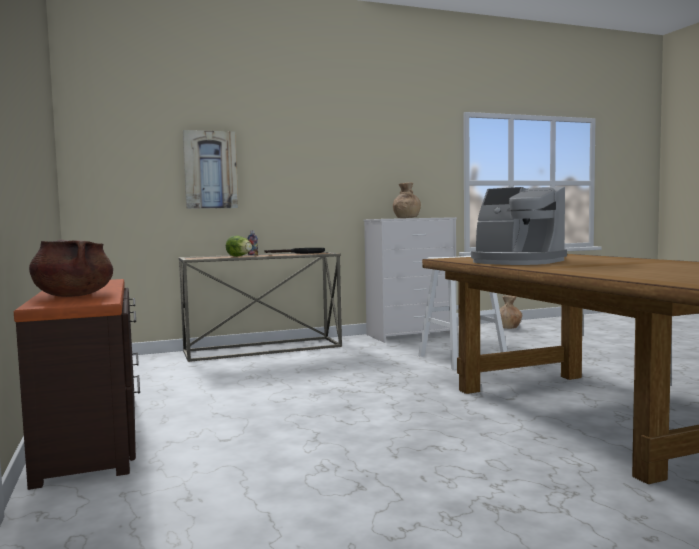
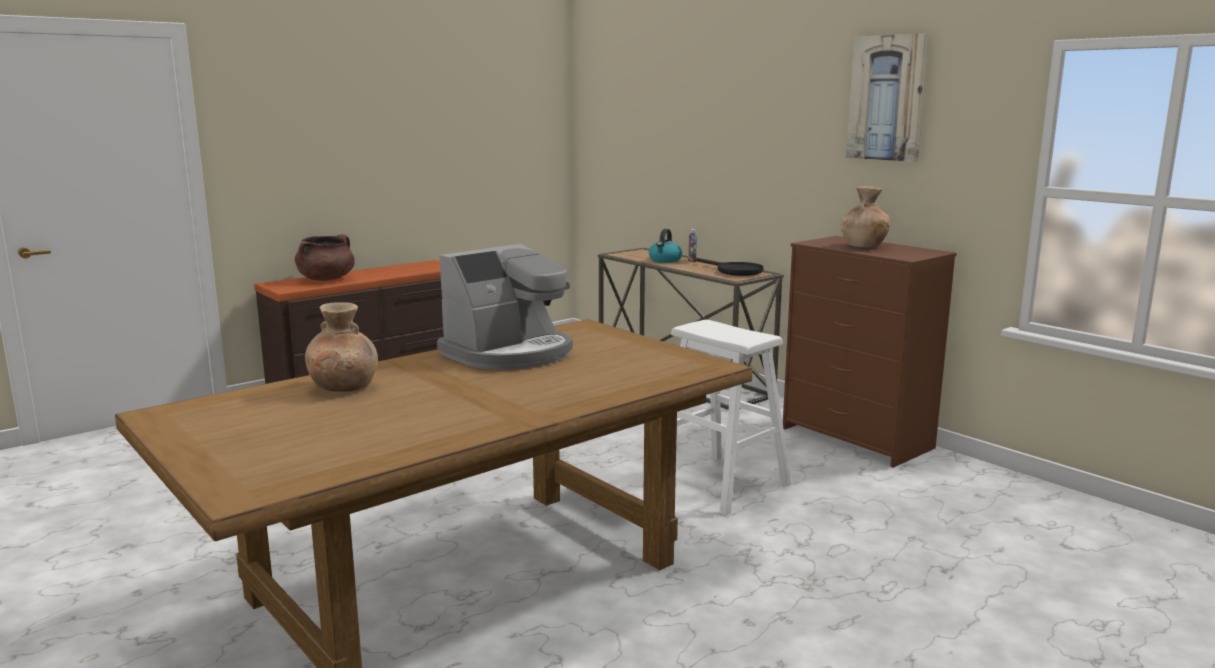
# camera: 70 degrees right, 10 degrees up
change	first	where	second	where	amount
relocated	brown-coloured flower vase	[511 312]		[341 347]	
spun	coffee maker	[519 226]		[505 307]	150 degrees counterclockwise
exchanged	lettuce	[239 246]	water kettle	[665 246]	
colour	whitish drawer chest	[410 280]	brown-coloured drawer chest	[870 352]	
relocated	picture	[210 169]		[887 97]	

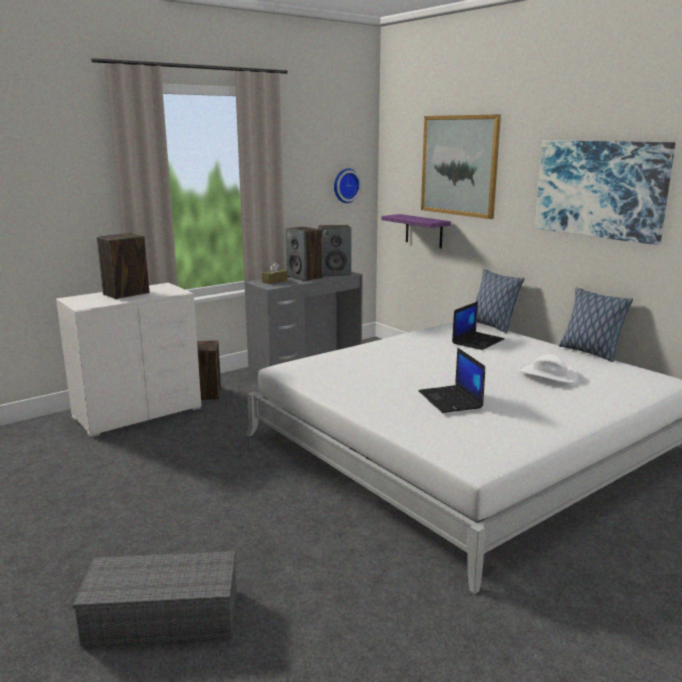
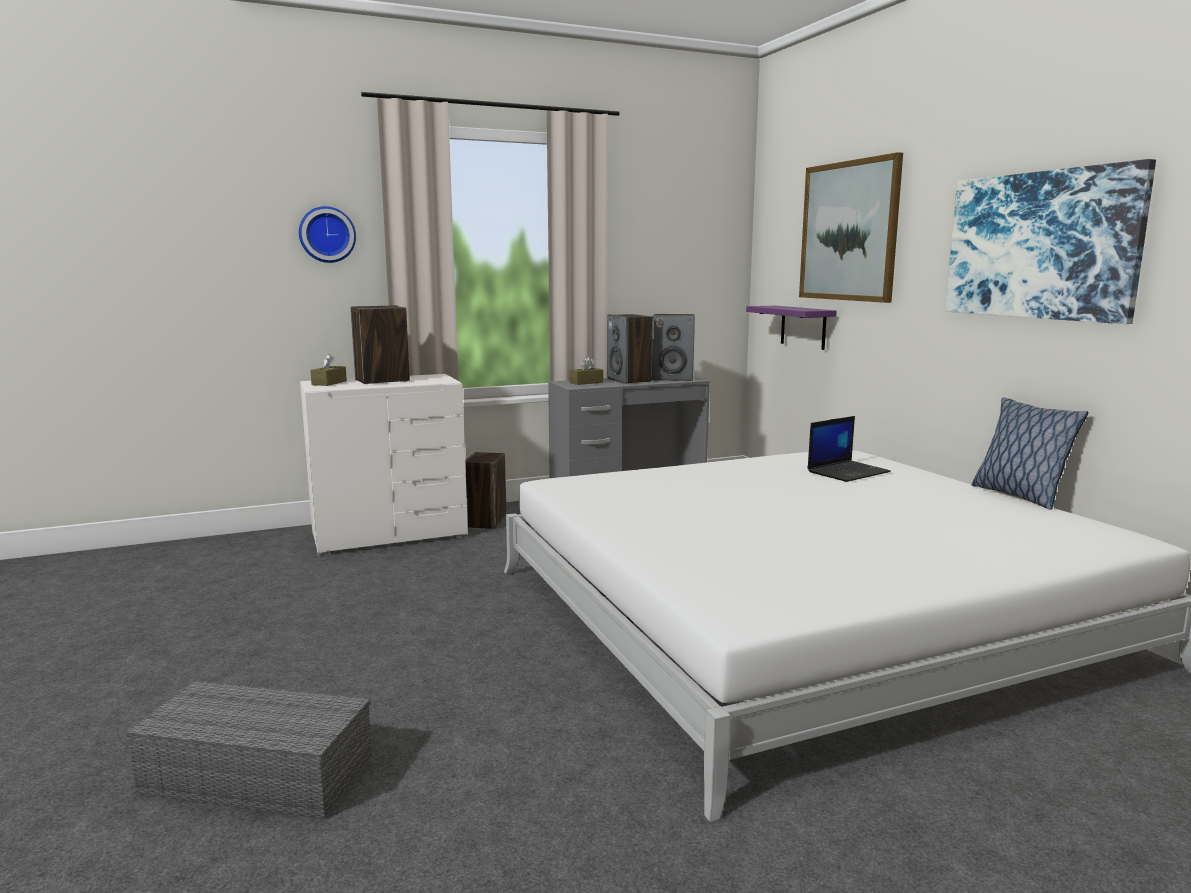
# camera: 15 degrees right, 5 degrees down
change	first	where	second	where	amount
relocated	wall clock	[348 185]		[327 234]	
appeared			brown-coloured box of tissues	[328 370]	
missing	laptop	[451 380]			
missing	throw pillow	[499 301]			
missing	whitish wearable hat	[549 368]			

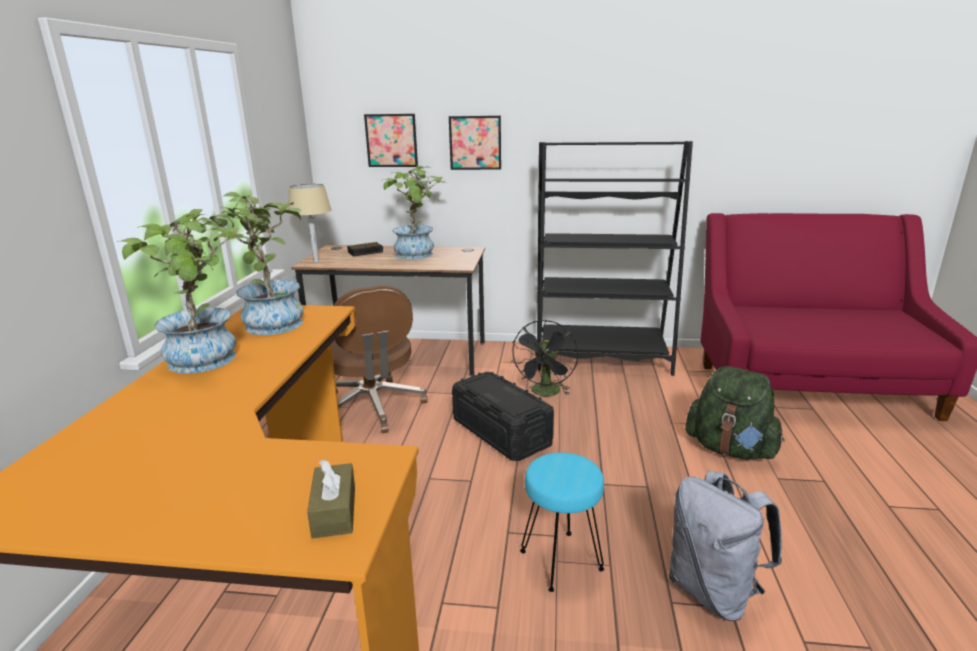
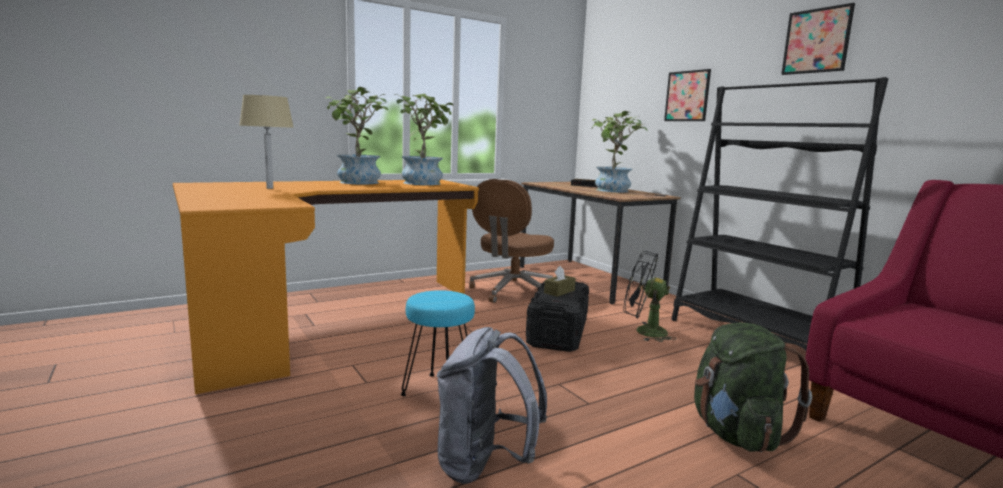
# camera: 50 degrees right, 10 degrees down
change	first	where	second	where	amount
relocated	sand-coloured tabletop lamp	[310 223]		[266 142]	
relocated	brown-coloured box of tissues	[331 498]		[560 281]	
spun	blackish electric fan	[544 358]		[650 296]	45 degrees clockwise
relocated	picture	[391 140]		[818 39]	

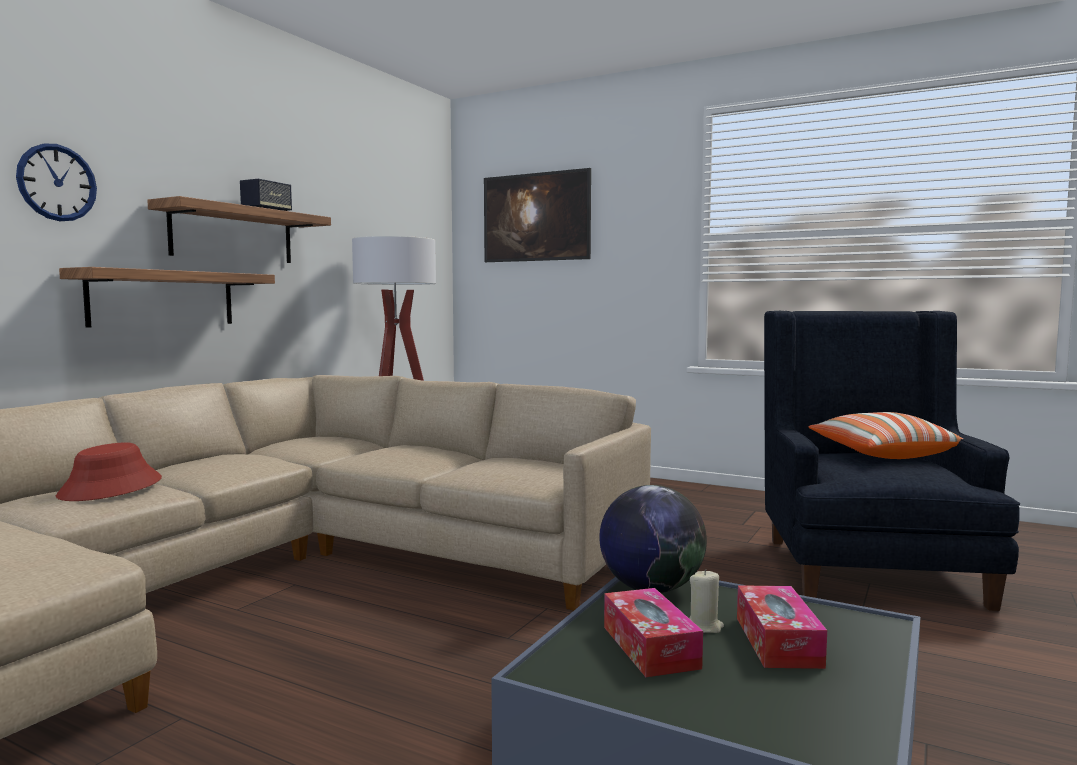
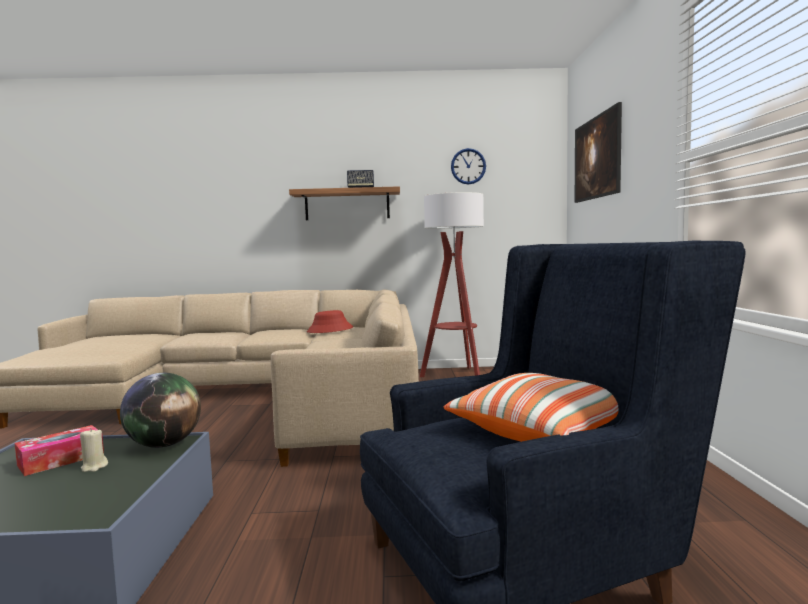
# camera: 60 degrees right, 0 degrees up
change	first	where	second	where	amount
relocated	reddish wearable hat	[109 471]		[330 321]	
relocated	wall clock	[56 182]		[468 166]	
missing	bracket shelf	[167 297]			
missing	box of tissues	[782 627]			

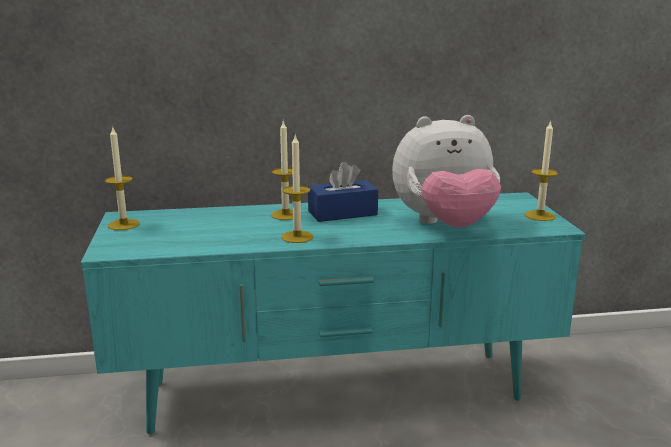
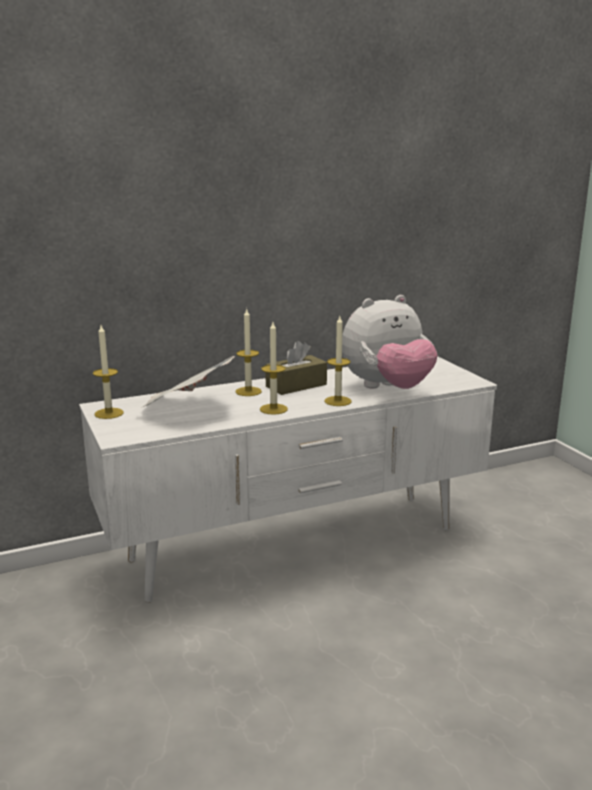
# camera: 15 degrees left, 0 degrees up
change	first	where	second	where	amount
colour	turquoise-coloured tv unit	[333 313]	whitish tv unit	[288 479]	
appeared			printed paper	[188 381]	
colour	blue box of tissues	[343 192]	brown-coloured box of tissues	[296 368]	
relocated	wax candle	[541 170]		[338 361]	

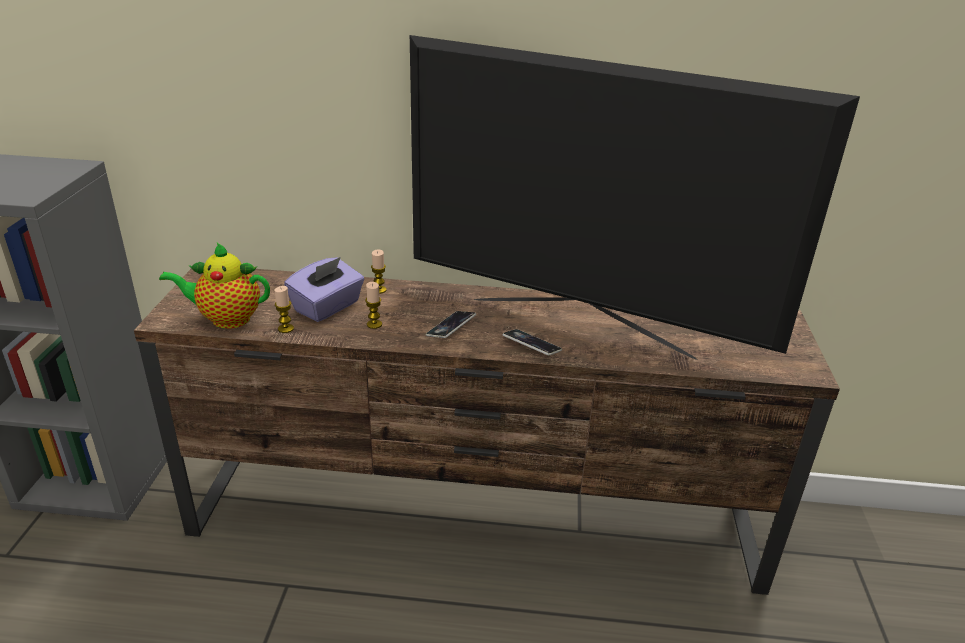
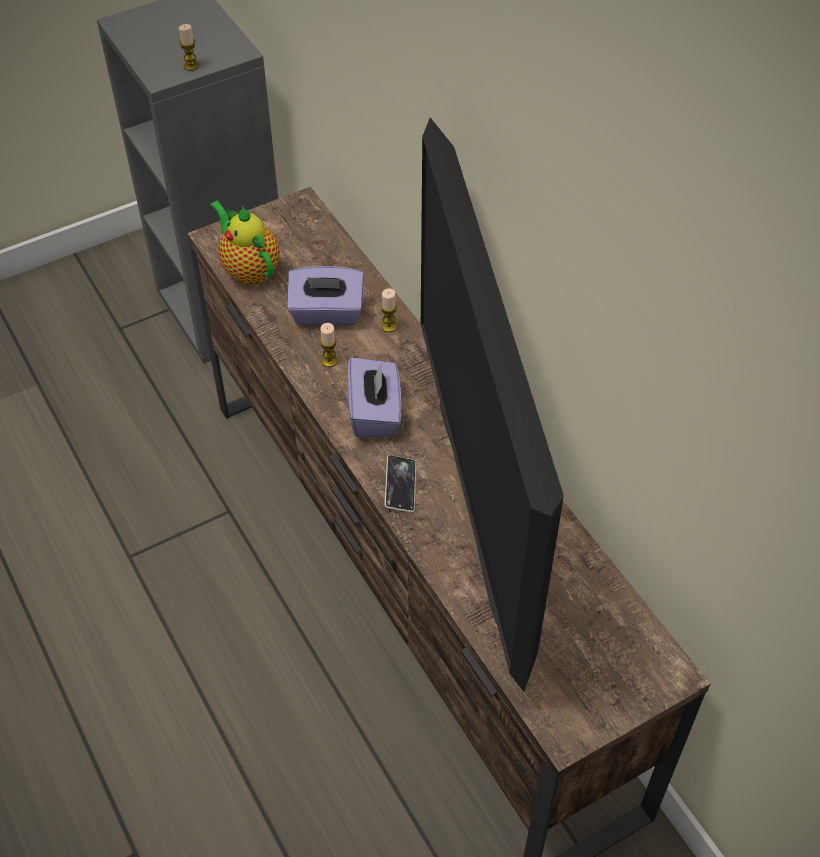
# camera: 55 degrees right, 20 degrees up
change	first	where	second	where	amount
relocated	wax candle	[284 309]		[189 47]	
exchanged	phone	[451 324]	purple-coloured box of tissues	[374 398]	

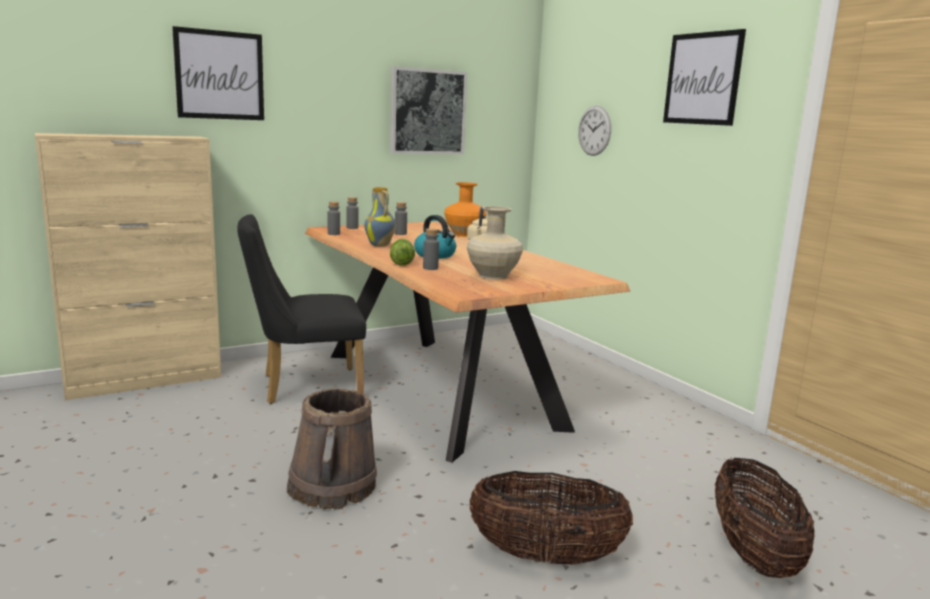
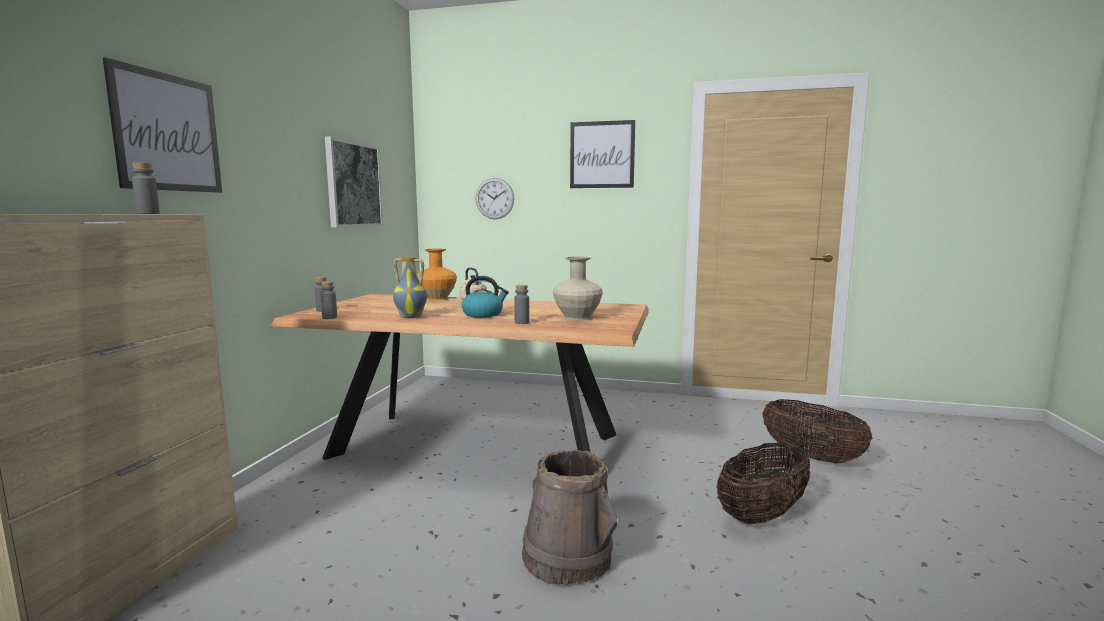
# camera: 45 degrees left, 5 degrees down
change	first	where	second	where	amount
relocated	grey beverage bottle	[401 218]		[146 188]	
missing	blackish plain chair	[301 309]			
missing	lettuce	[402 252]			

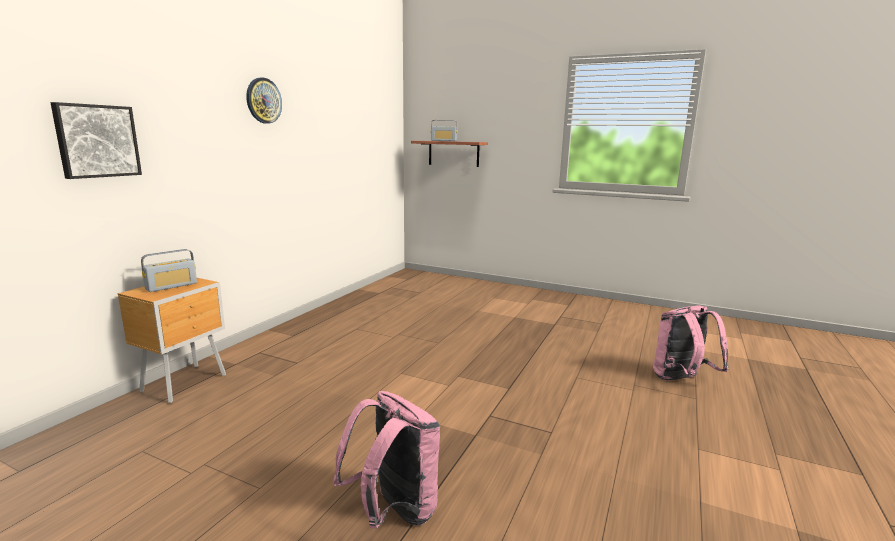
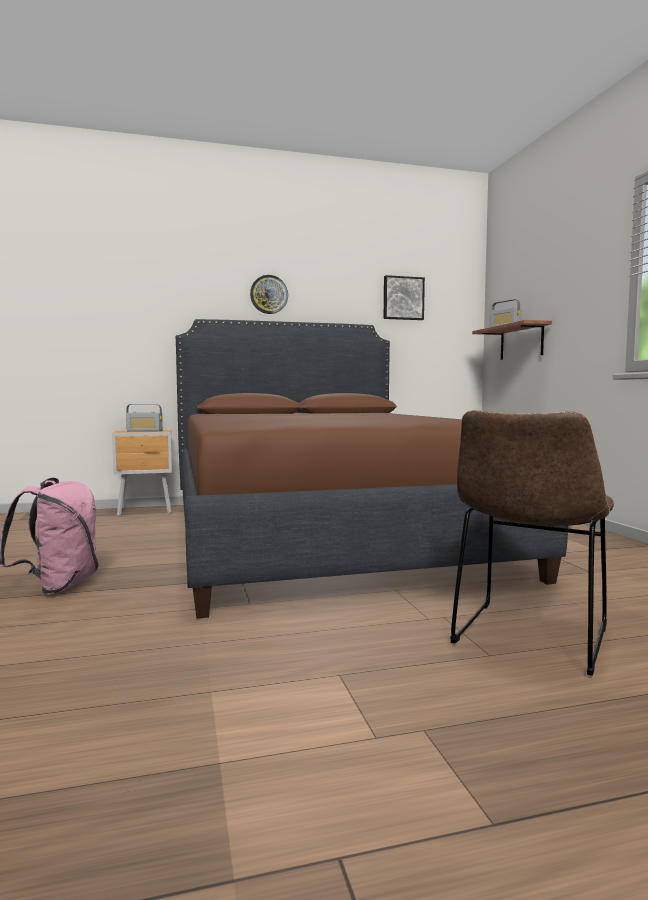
# camera: 50 degrees right, 10 degrees down
change	first	where	second	where	amount
appeared			brown-coloured sleeping bed	[372 469]	
relocated	picture	[96 140]		[404 297]	
exchanged	pink knapsack	[691 342]	brown-coloured plain chair	[532 543]	

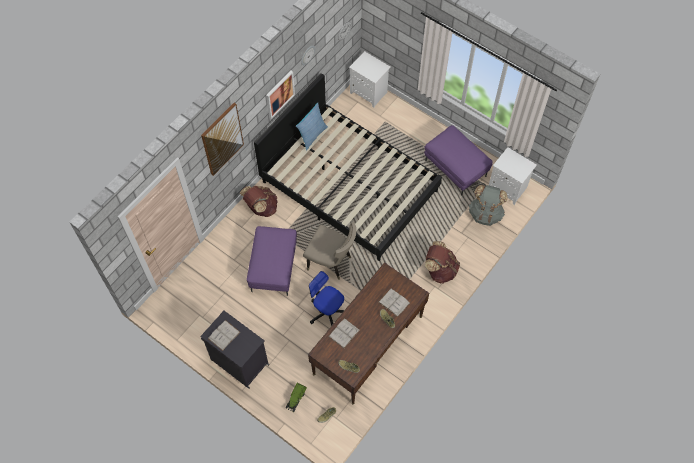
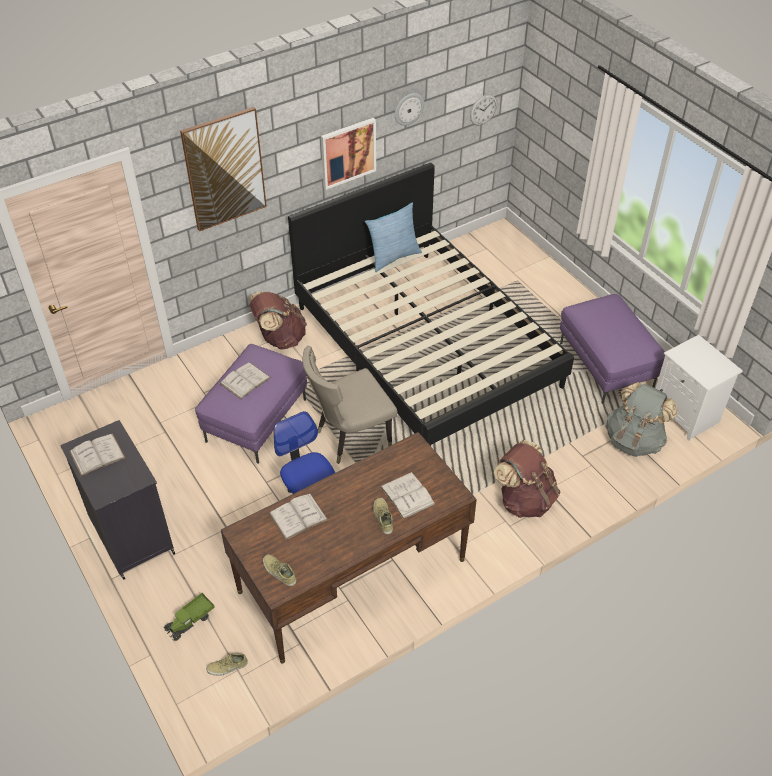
# camera: 20 degrees right, 15 degrees down
change	first	where	second	where	amount
appeared			whitish volume	[245 380]	
spun	sand-coloured plain chair	[329 251]		[350 405]	105 degrees clockwise
missing	whitish night table	[370 79]			

